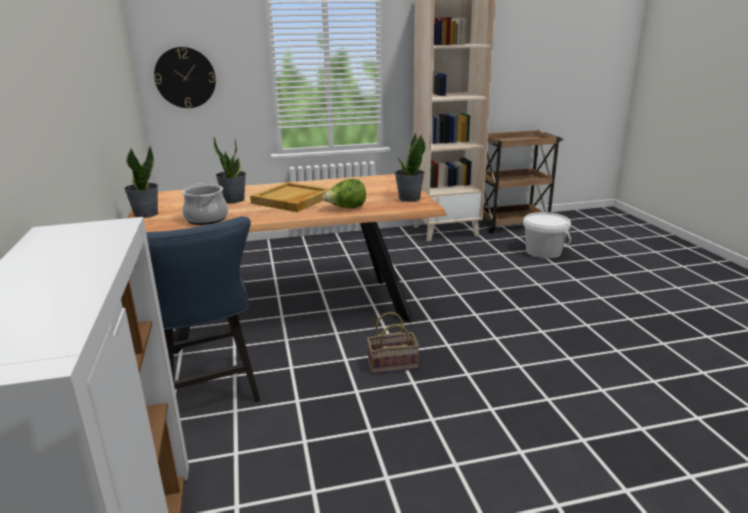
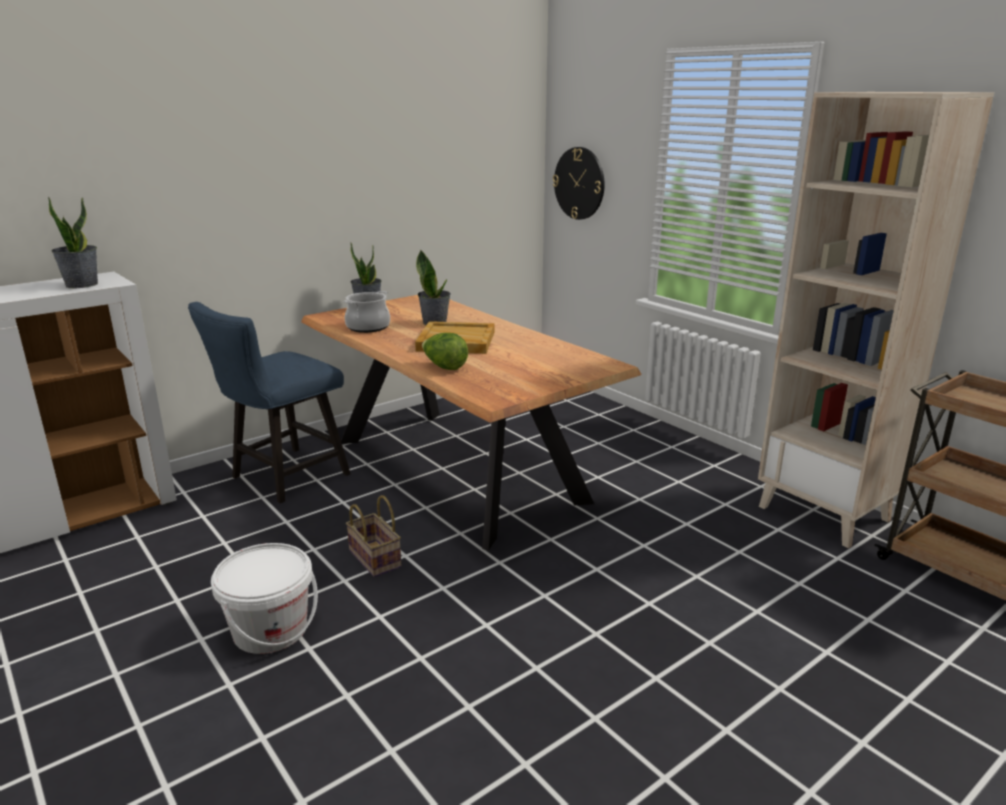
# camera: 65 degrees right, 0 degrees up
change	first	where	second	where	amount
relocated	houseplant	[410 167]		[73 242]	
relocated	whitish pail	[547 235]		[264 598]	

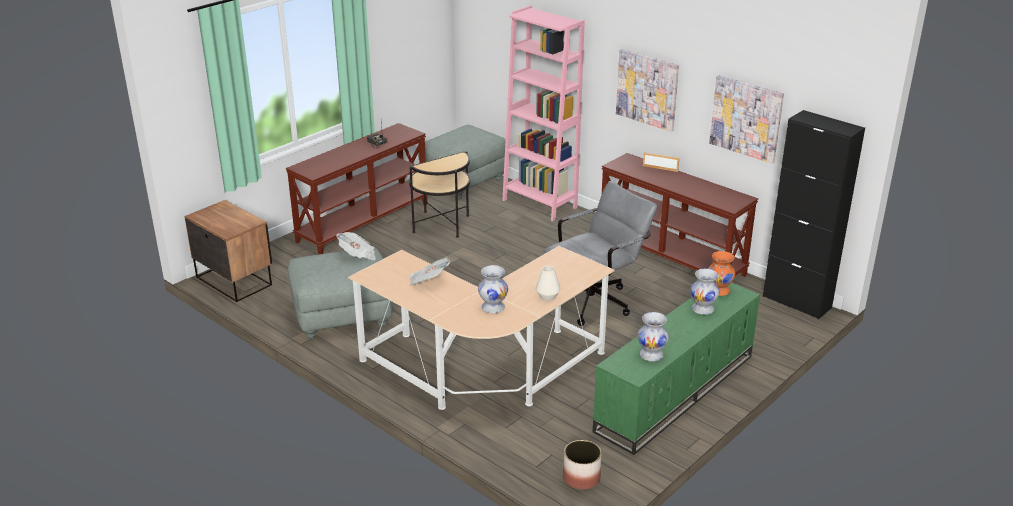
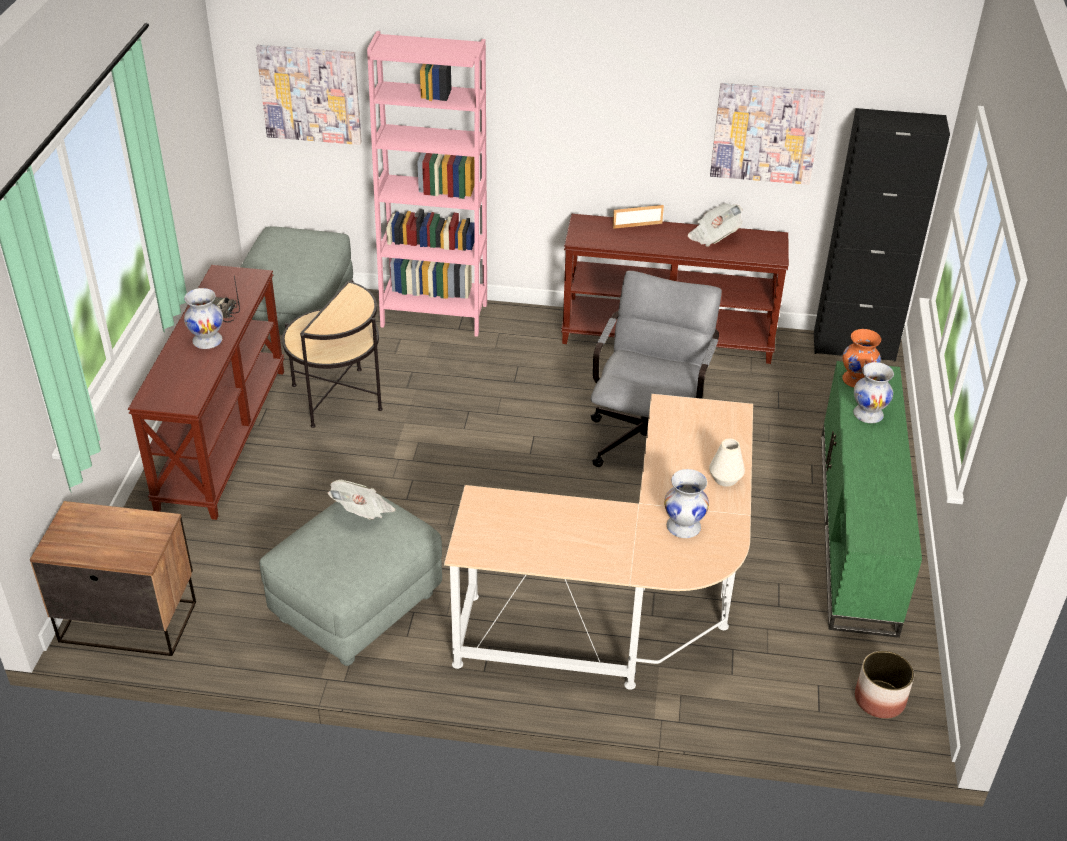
# camera: 35 degrees left, 10 degrees up
change	first	where	second	where	amount
relocated	whitish flower vase	[653 336]		[203 318]	
relocated	picture	[647 90]		[309 95]	
relocated	printed paper	[430 272]		[715 224]	

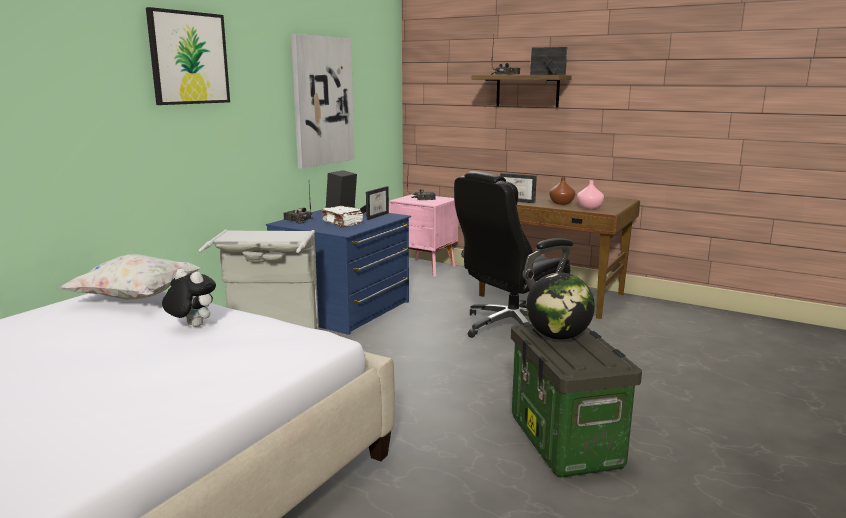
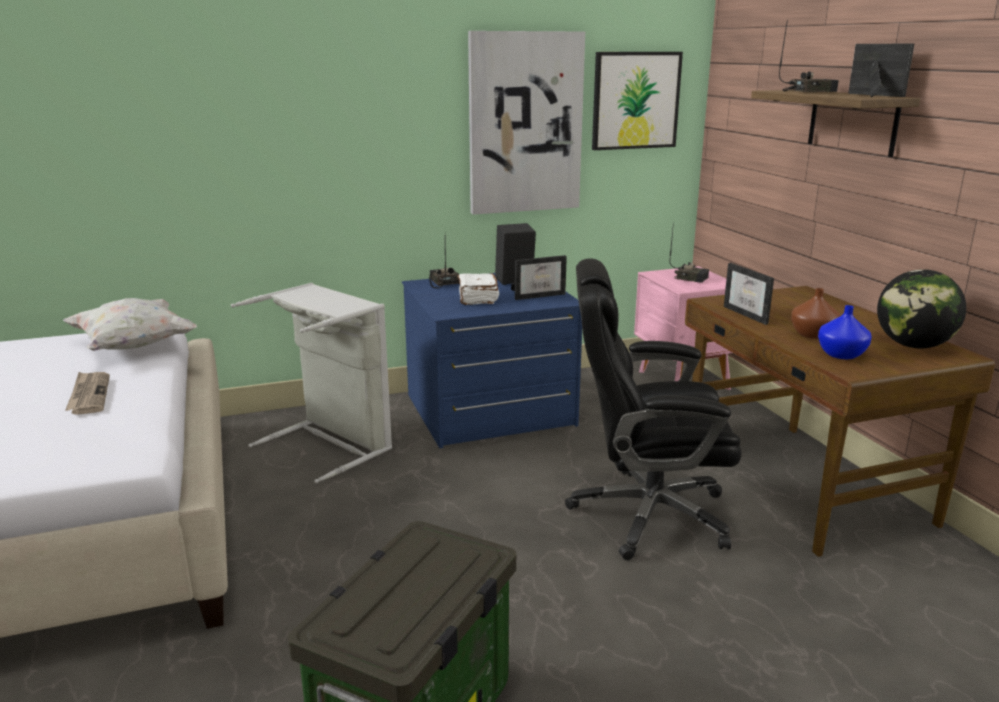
# camera: 40 degrees right, 5 degrees up
change	first	where	second	where	amount
exchanged	soft toy	[189 298]	printed paper	[87 393]	
relocated	picture	[188 56]		[637 101]	
colour	pink flower vase	[590 194]	blue flower vase	[845 332]	
relocated	globe	[560 305]		[921 308]	

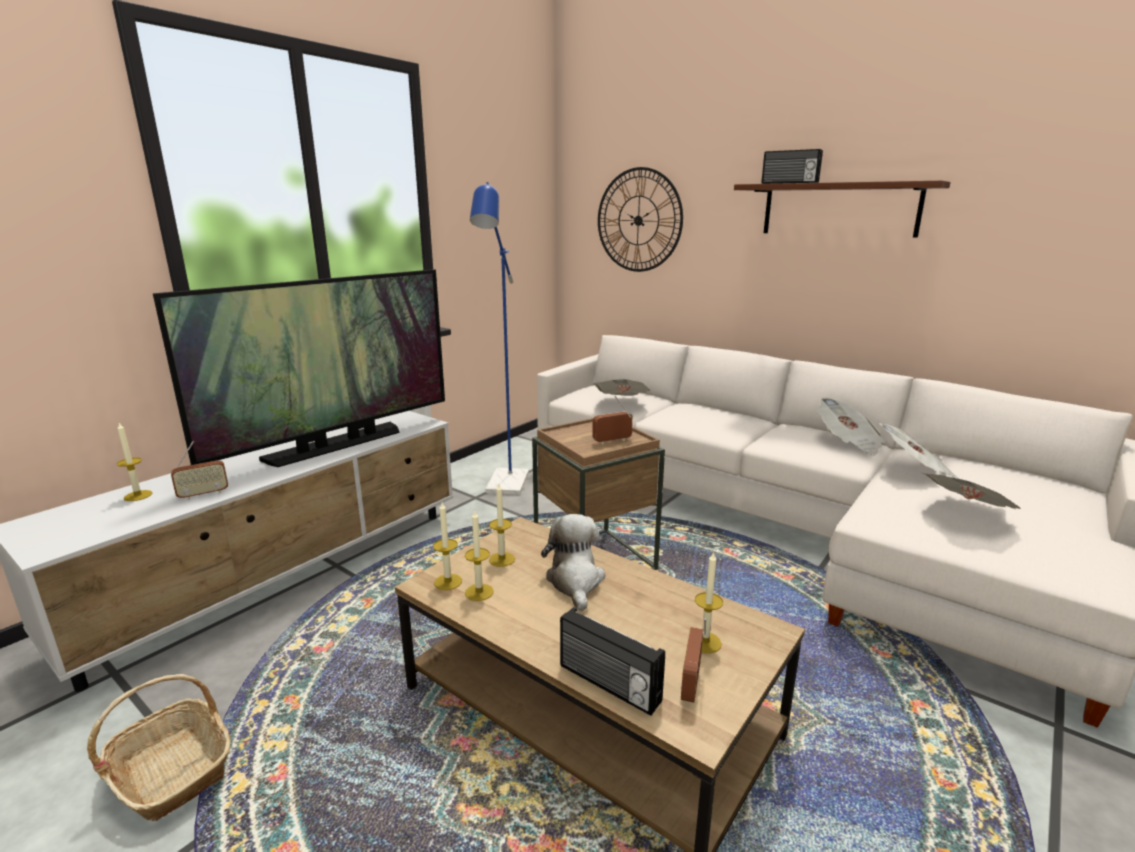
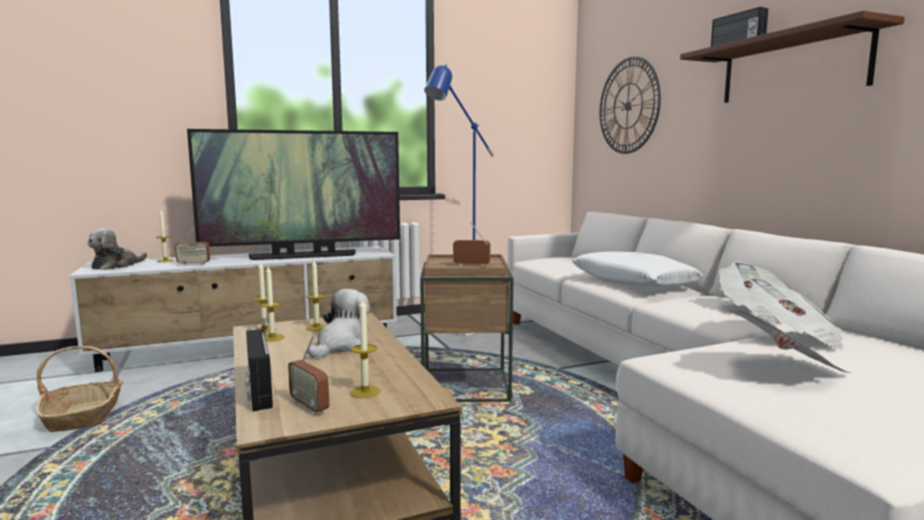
# camera: 30 degrees right, 10 degrees down
change	first	where	second	where	amount
appeared			soft toy	[117 249]	
spun	radio	[693 660]		[308 375]	90 degrees counterclockwise
appeared			whitish throw pillow	[638 269]	
missing	printed paper	[622 387]			

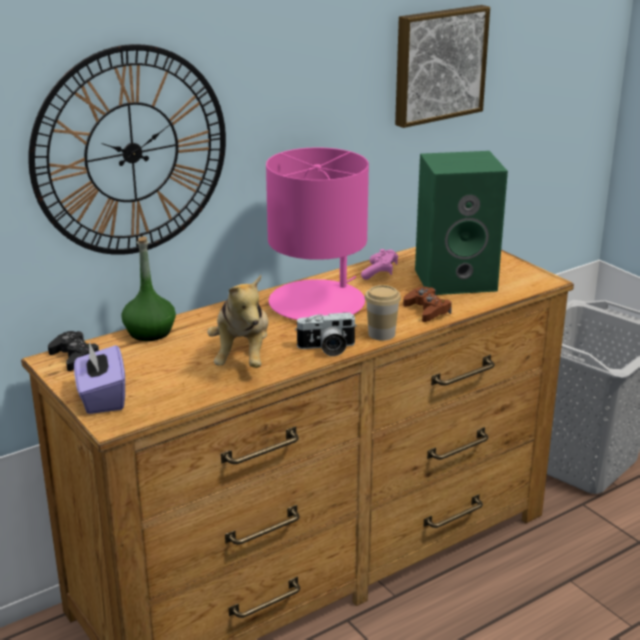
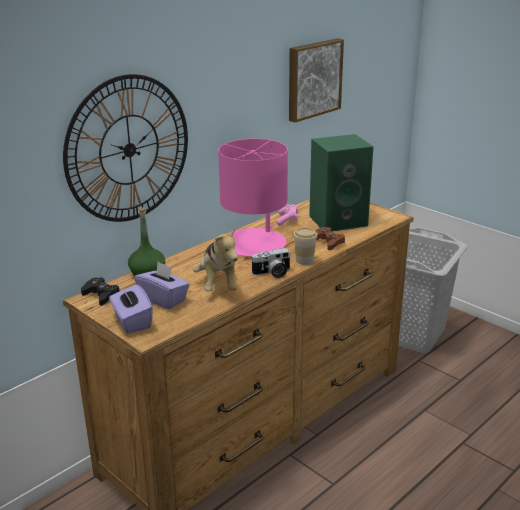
# camera: 10 degrees left, 0 degrees up
change	first	where	second	where	amount
appeared			purple-coloured box of tissues	[162 285]	

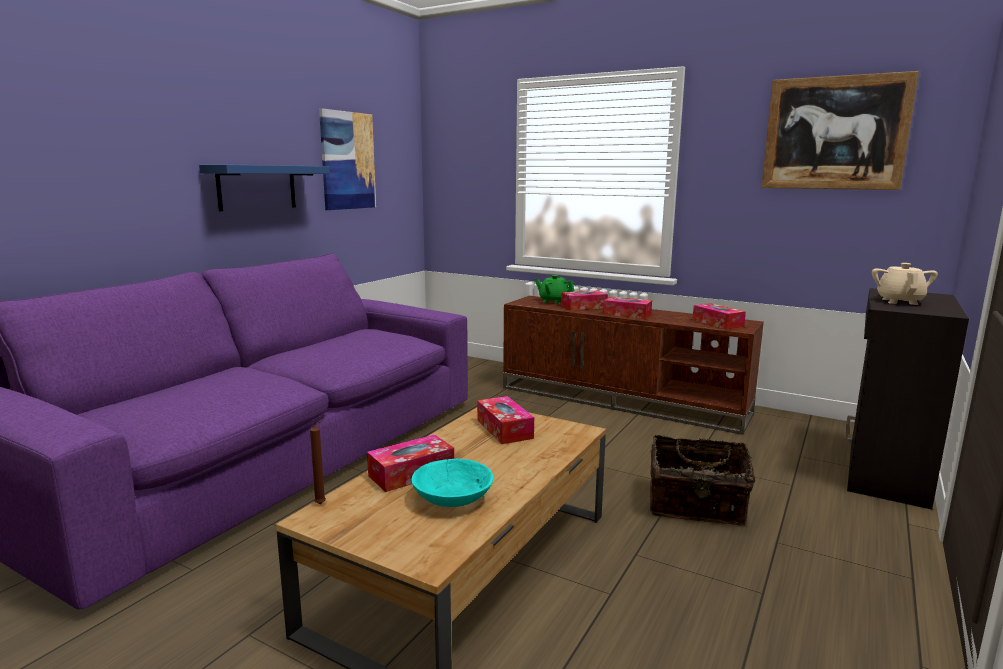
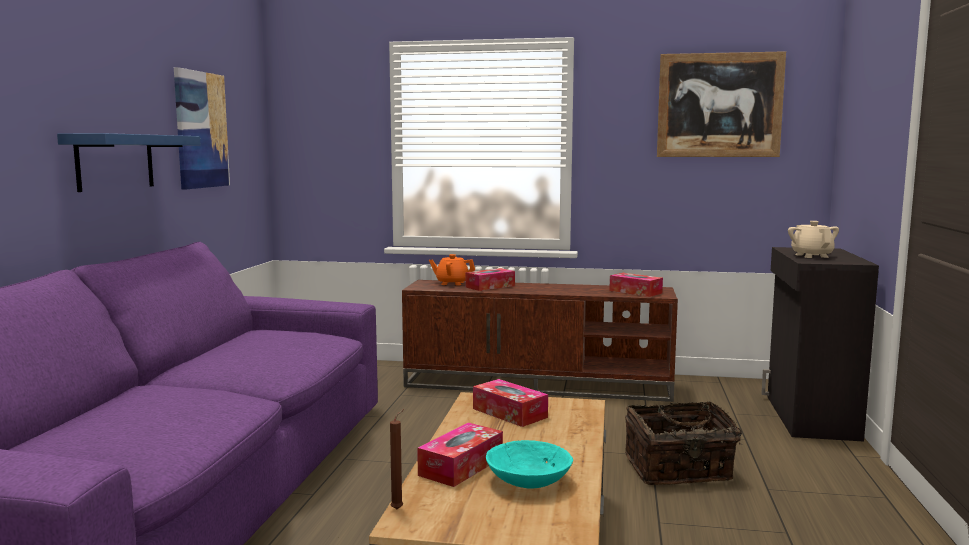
# camera: 20 degrees left, 5 degrees down
change	first	where	second	where	amount
colour	greenish teapot	[554 289]	orange teapot	[452 270]	
missing	box of tissues	[627 307]			

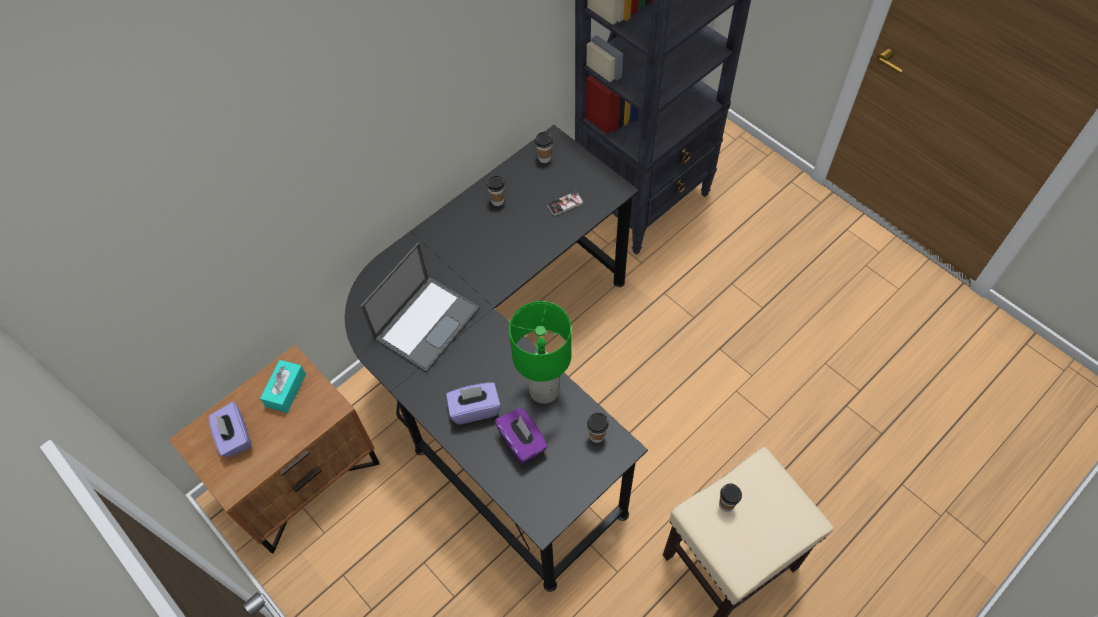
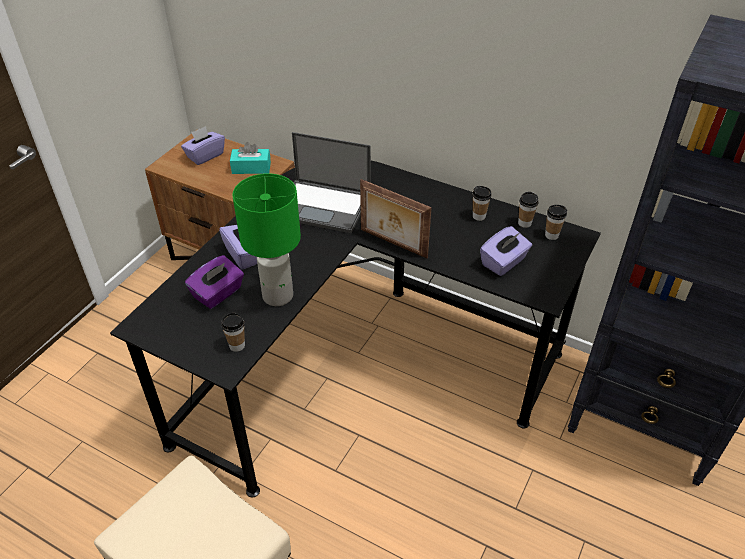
# camera: 70 degrees right, 15 degrees down
change	first	where	second	where	amount
appeared			picture frame	[396 218]	
exchanged	phone	[565 203]	purple-coloured box of tissues	[506 251]	
relocated	small cup	[730 497]		[528 210]	

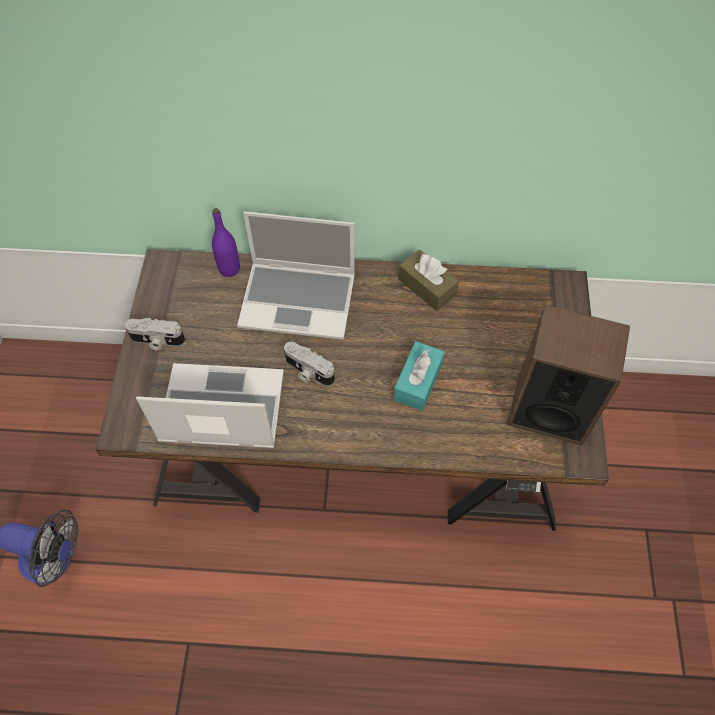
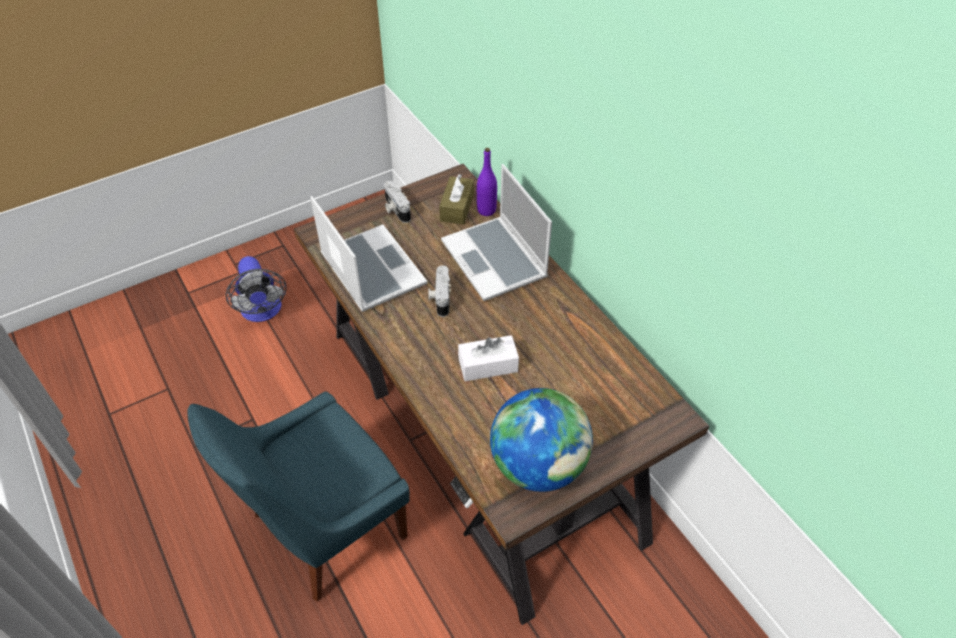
# camera: 55 degrees right, 10 degrees down
change	first	where	second	where	amount
appeared			blue plain chair	[298 497]	
relocated	brown-coloured box of tissues	[428 280]		[456 199]	
colour	turquoise-coloured box of tissues	[419 376]	whitish box of tissues	[488 358]	
exchanged	loudspeaker	[568 375]	globe	[541 440]	

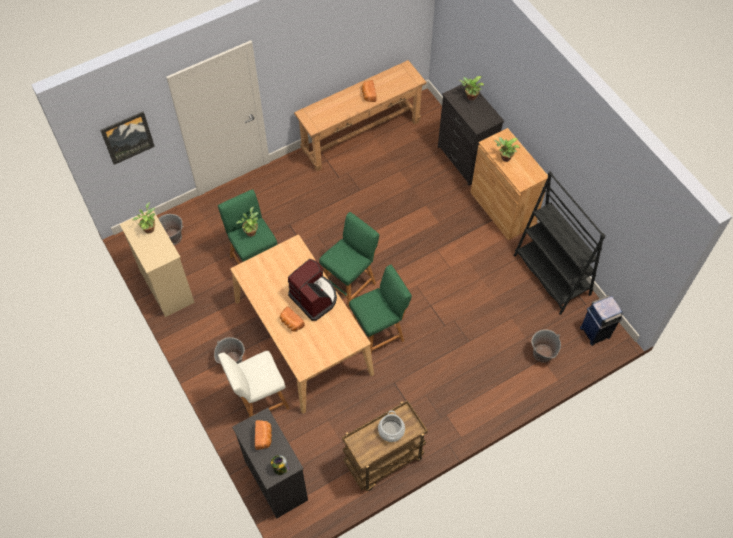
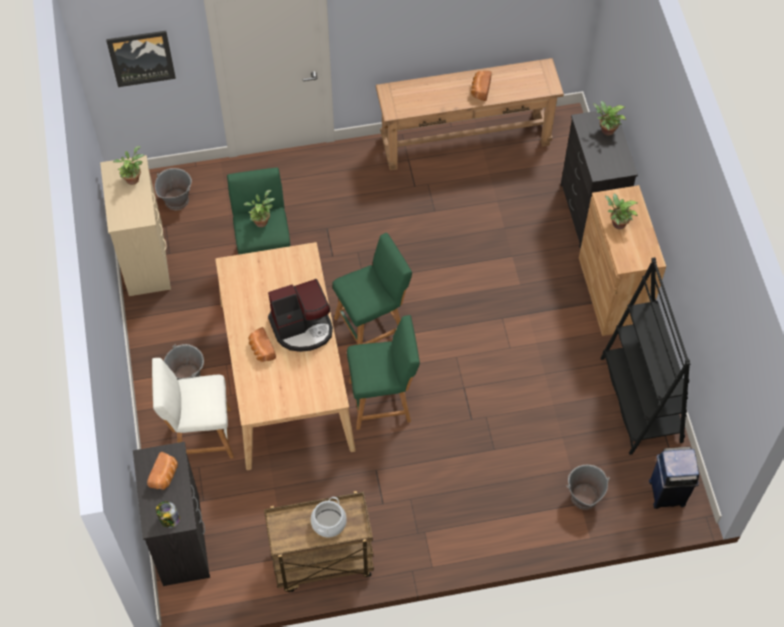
# camera: 20 degrees right, 0 degrees up
change	first	where	second	where	amount
spun	coffee maker	[312 290]		[300 315]	90 degrees clockwise

